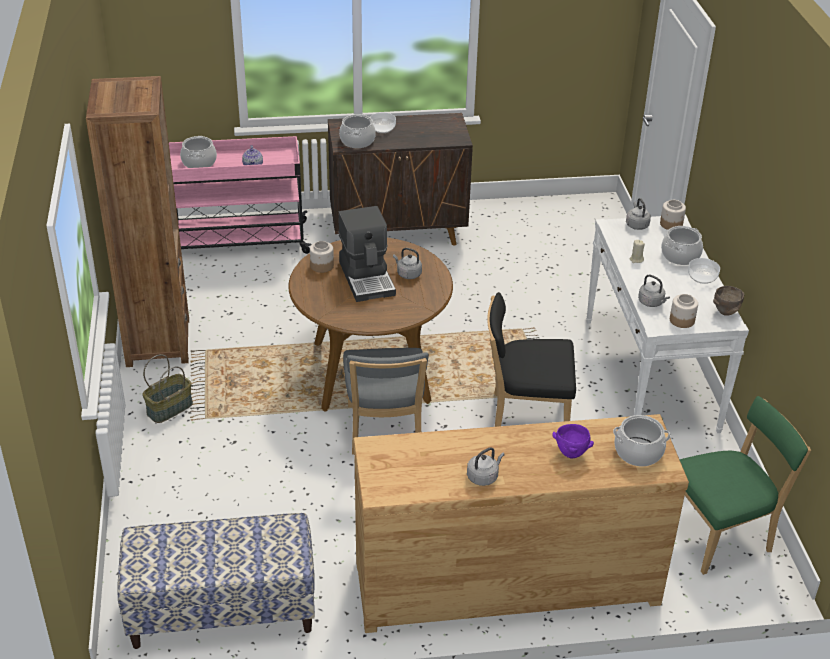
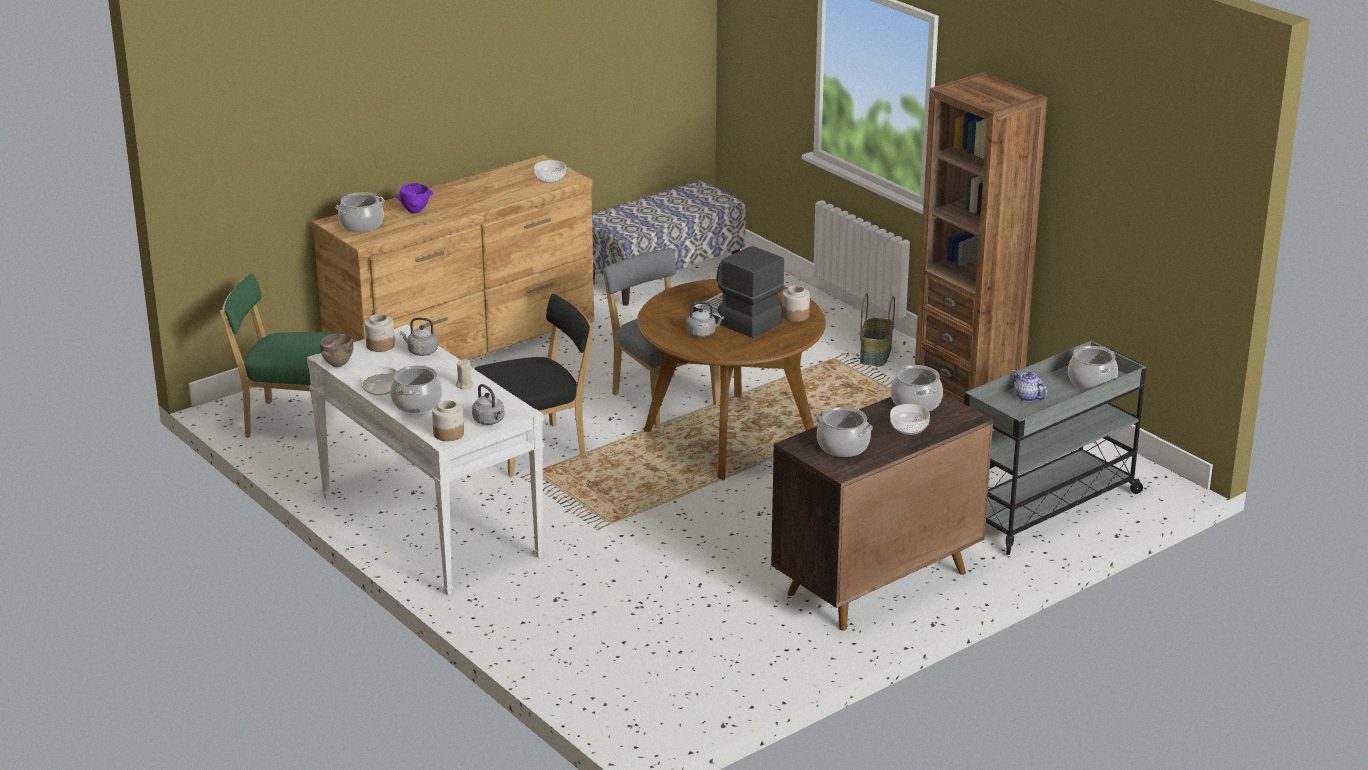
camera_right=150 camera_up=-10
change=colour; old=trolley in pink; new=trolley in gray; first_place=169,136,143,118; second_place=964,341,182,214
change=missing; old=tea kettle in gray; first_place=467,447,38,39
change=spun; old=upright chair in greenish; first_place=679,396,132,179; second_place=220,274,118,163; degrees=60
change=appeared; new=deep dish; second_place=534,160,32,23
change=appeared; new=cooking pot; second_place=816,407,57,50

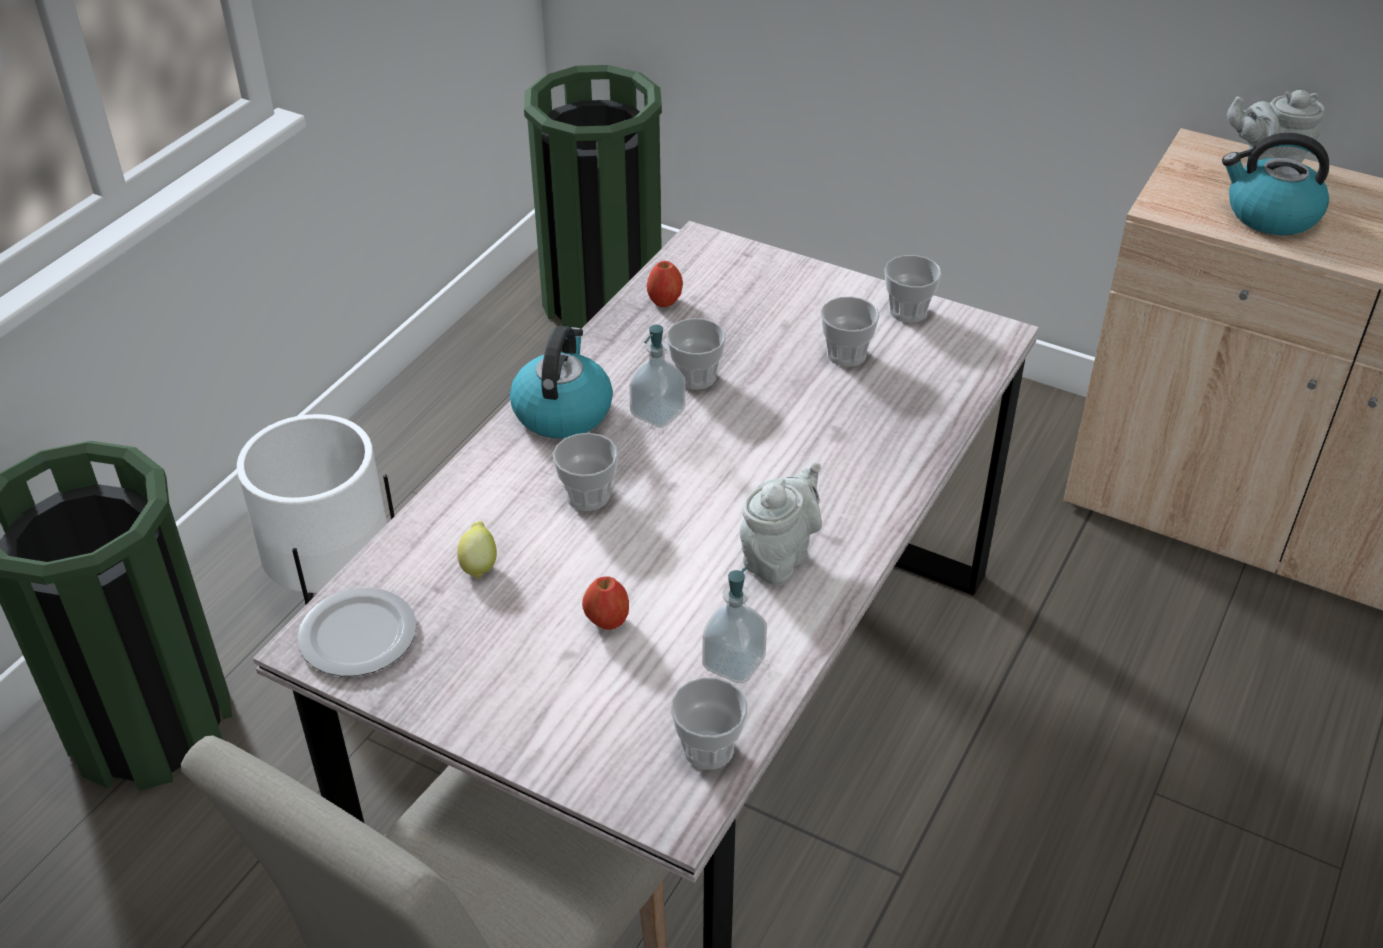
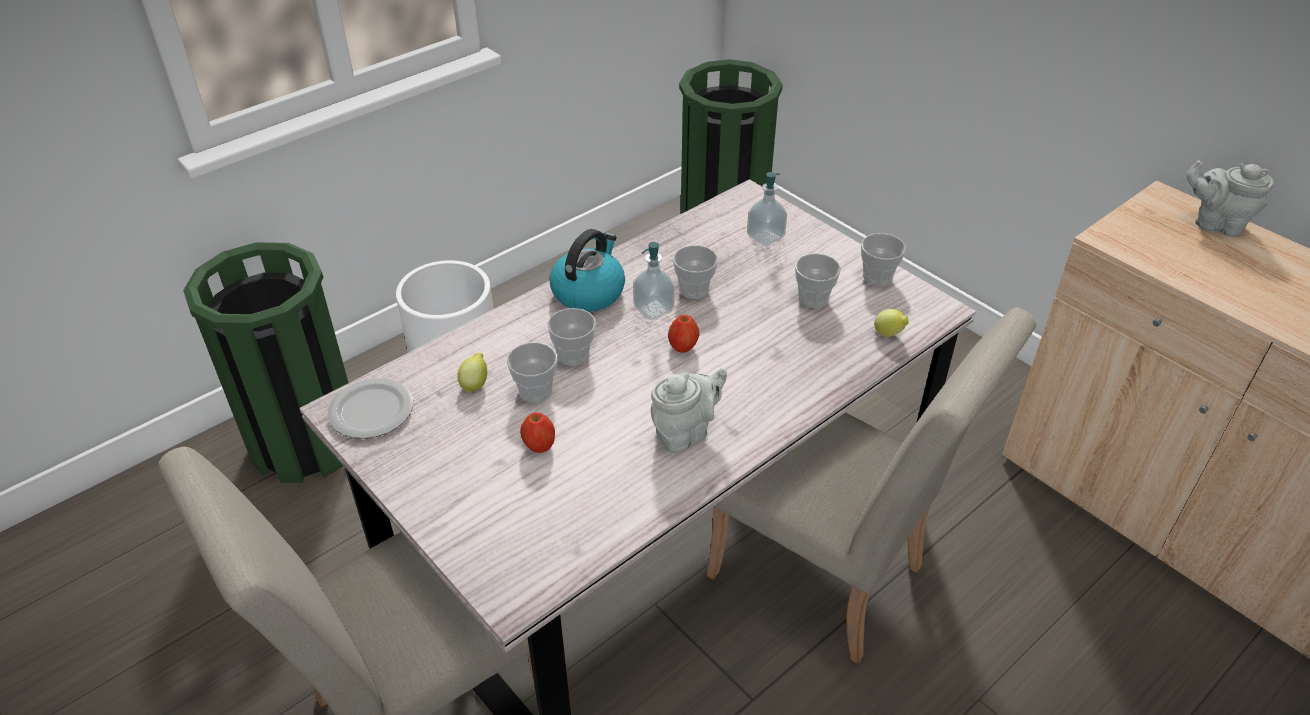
camera_right=20 camera_up=0
change=relocated; old=whole apple; first_place=647,261,36,46; second_place=668,315,31,38
change=relocated; old=small cup; first_place=671,677,76,93; second_place=507,342,50,60
change=relocated; old=soap bottle; first_place=702,567,65,117; second_place=747,172,40,74
change=missing; old=tea kettle; first_place=1222,133,107,102
change=appeared; new=upright chair in sand-coloured; second_place=707,307,329,357
change=appeared; new=citrus fruit; second_place=874,309,35,28

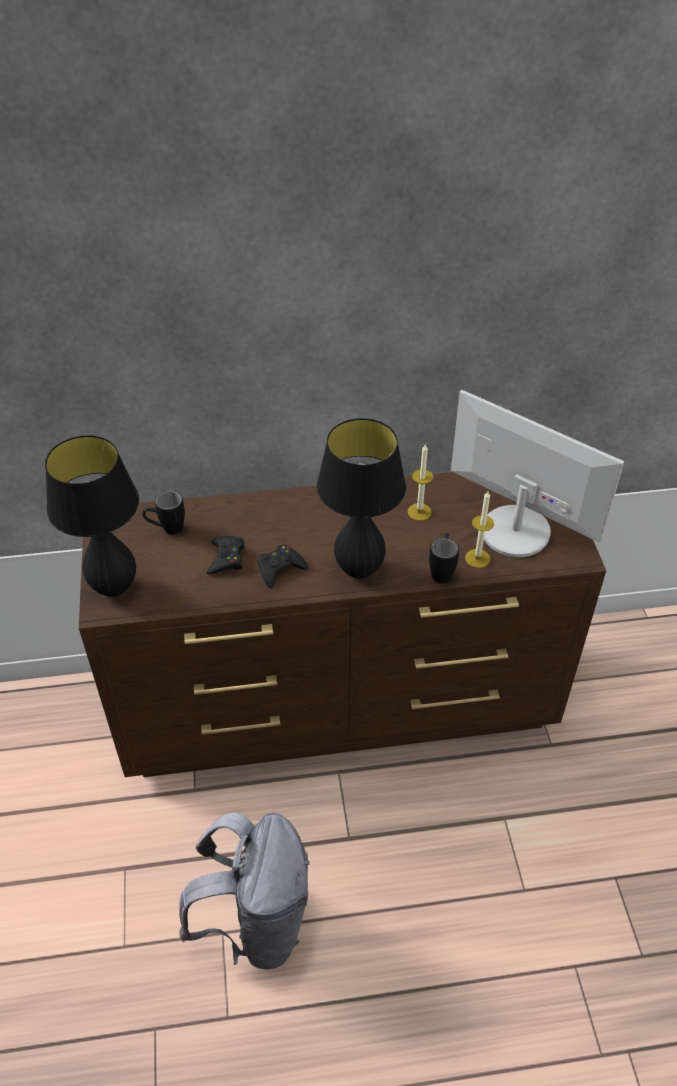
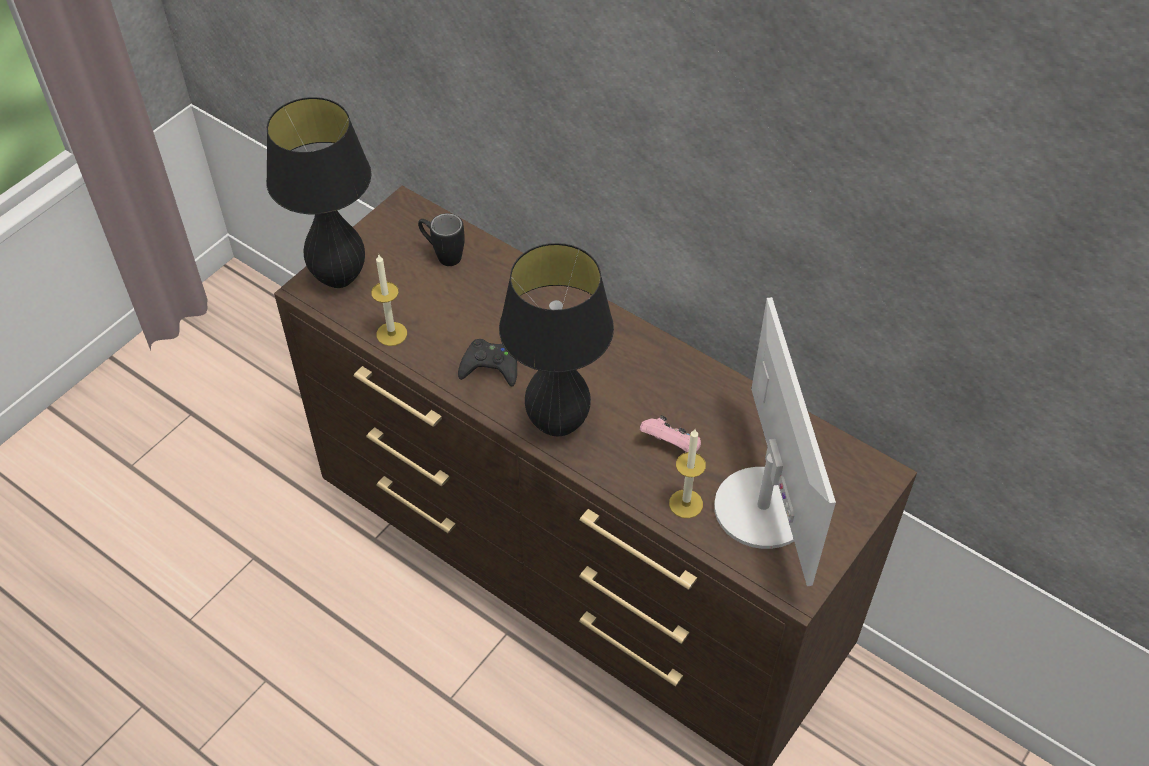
camera_right=45 camera_up=5
change=missing; old=rucksack in gray; first_place=179,812,131,158
change=missing; old=joypad in blackish; first_place=206,536,39,38
change=relocated; old=wax candle; first_place=408,444,25,77; second_place=371,255,36,91
change=missing; old=mug in blackish; first_place=429,533,30,50
change=appeared; new=joypad in pink; second_place=640,415,61,37

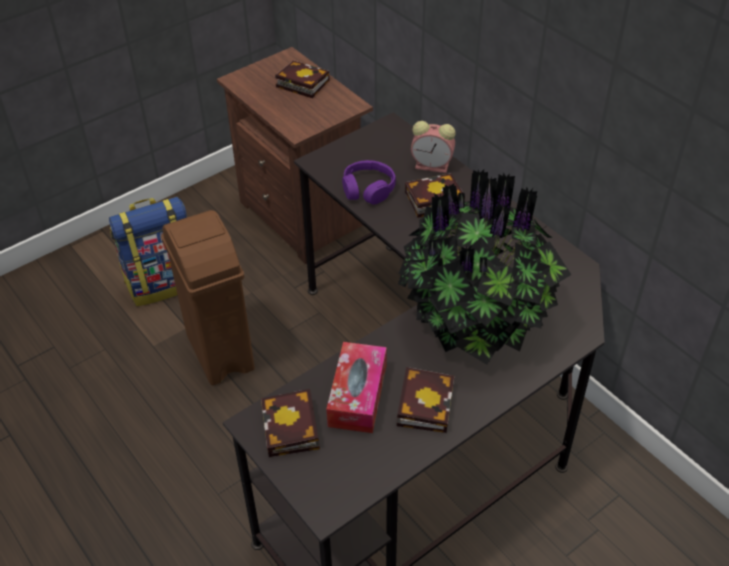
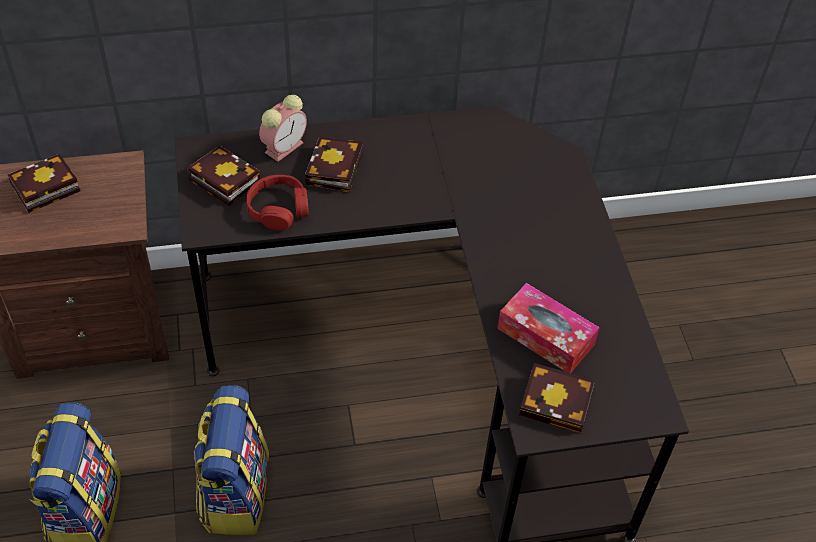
camera_right=-65 camera_up=5
change=exchanged; old=trash can in brown-coloured; new=rucksack; first_place=161,210,94,175; second_place=194,385,75,150
change=colour; old=pair of headphones in purplish; new=pair of headphones in red-coloured; first_place=342,160,54,44; second_place=247,175,62,56
change=relocated; old=bound book; first_place=397,367,57,66; second_place=187,146,73,60
change=missing; old=houseplant; first_place=398,170,173,195

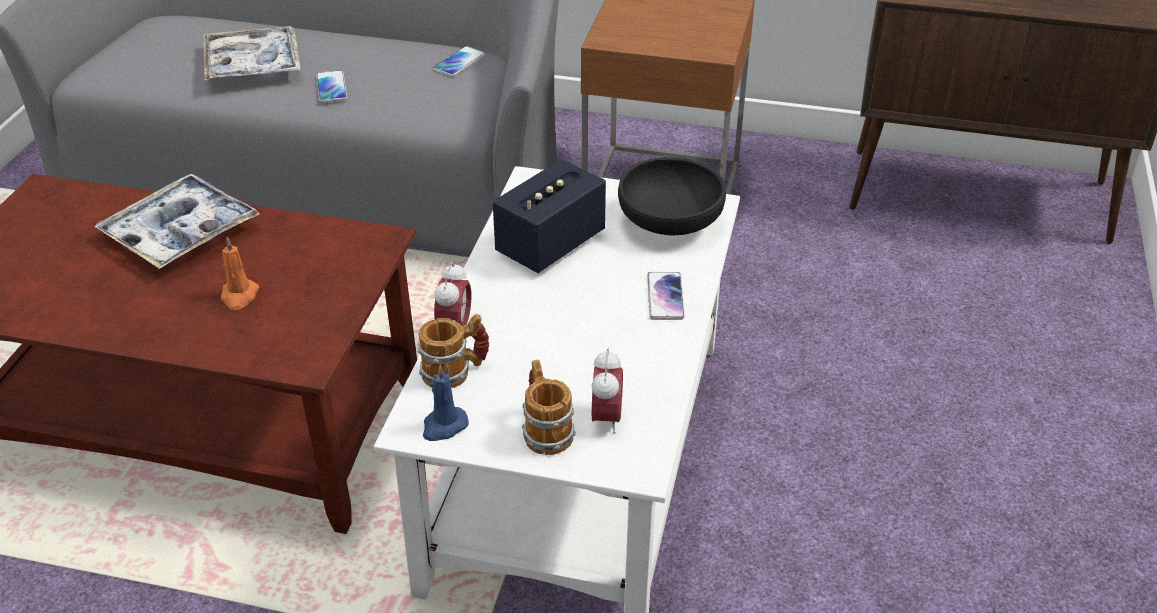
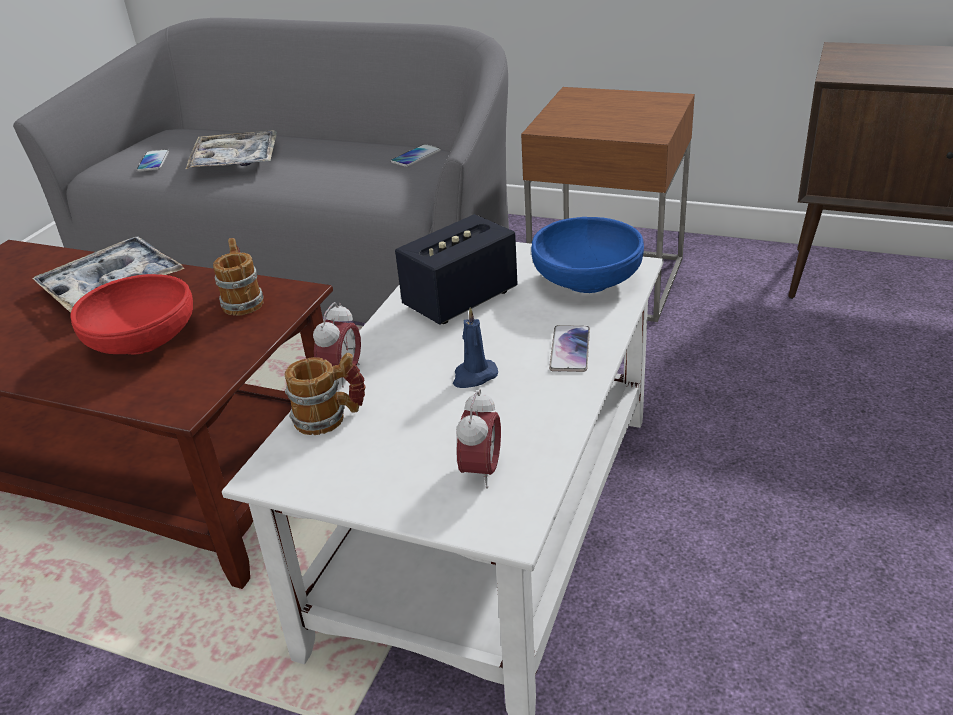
camera_right=10 camera_up=-5
change=exchanged; old=wax candle in orange; new=deep dish in red-coloured; first_place=221,237,38,73; second_place=70,274,123,81
change=relocated; old=phone; first_place=316,70,31,32; second_place=137,149,32,23
change=relocated; old=wax candle in blue-coloured; first_place=423,365,46,76; second_place=453,307,45,81
change=relocated; old=mug; first_place=522,360,54,95; second_place=213,238,51,78
change=colour; old=deep dish in blackish; new=deep dish in blue-coloured; first_place=618,157,108,79; second_place=531,217,113,76

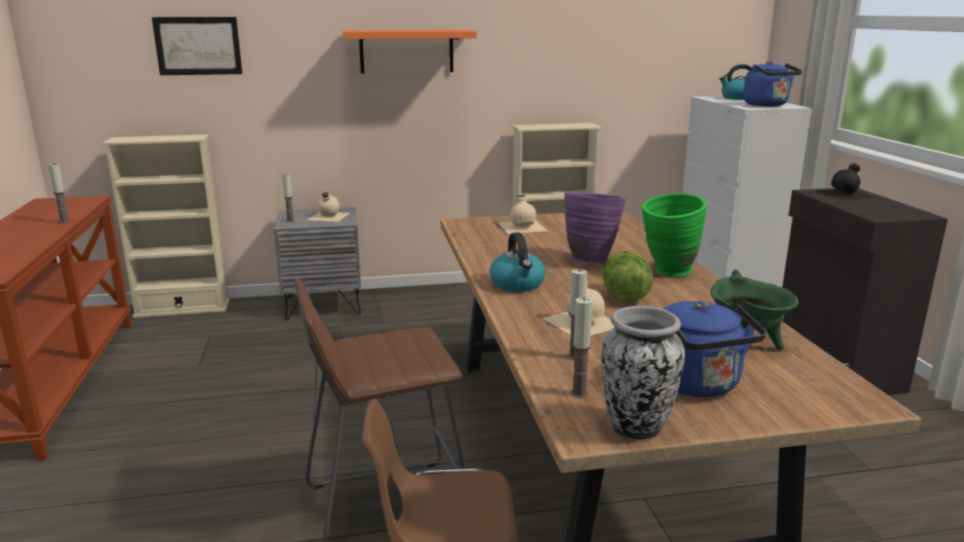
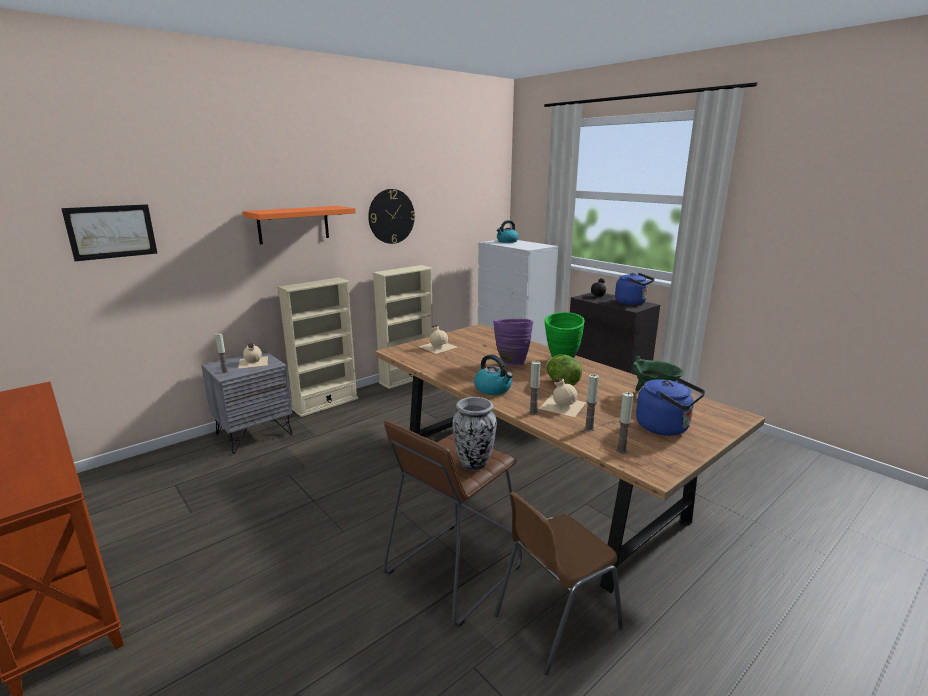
camera_right=-30 camera_up=0
change=relocated; old=wax candle; first_place=48,163,23,60; second_place=529,361,11,54
change=relocated; old=bookshelf in sand-coloured; first_place=102,134,127,184; second_place=277,278,82,139
change=relocated; old=decorative vase; first_place=601,306,84,134; second_place=452,397,45,74
change=relocated; old=tea kettle in blue-coloured; first_place=743,61,59,45; second_place=615,273,40,32
change=appeared; new=wall clock; second_place=368,189,47,55

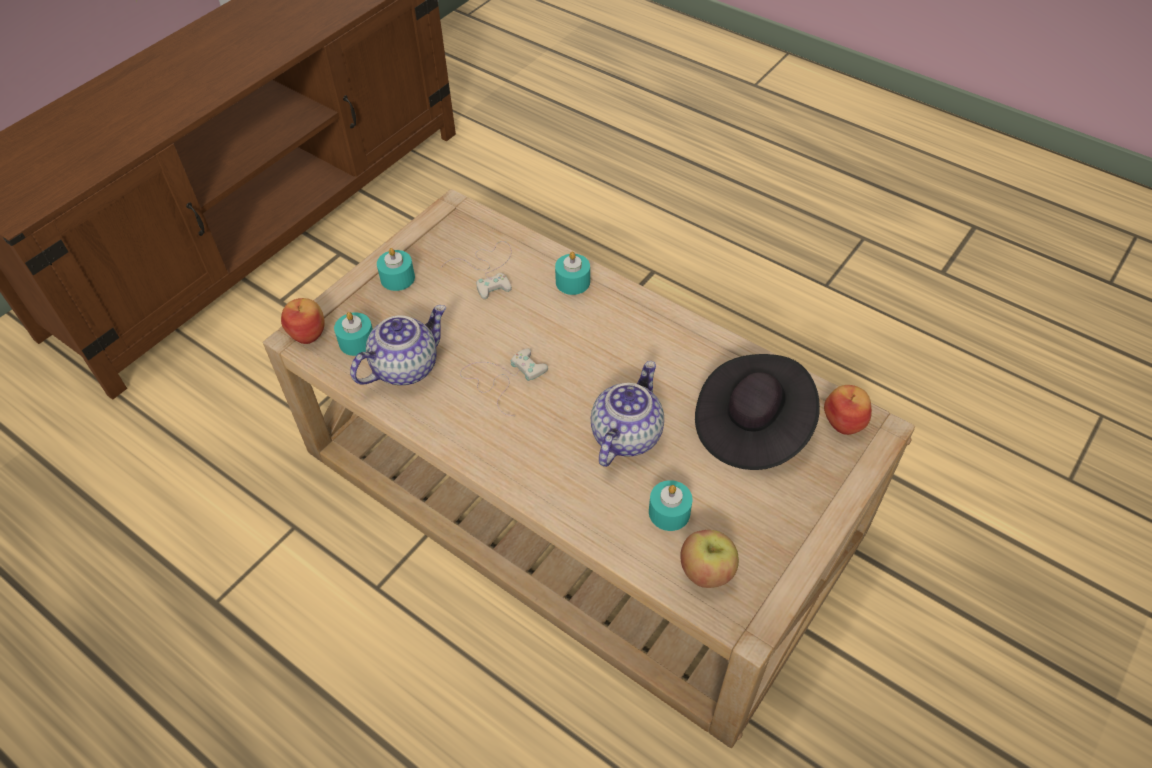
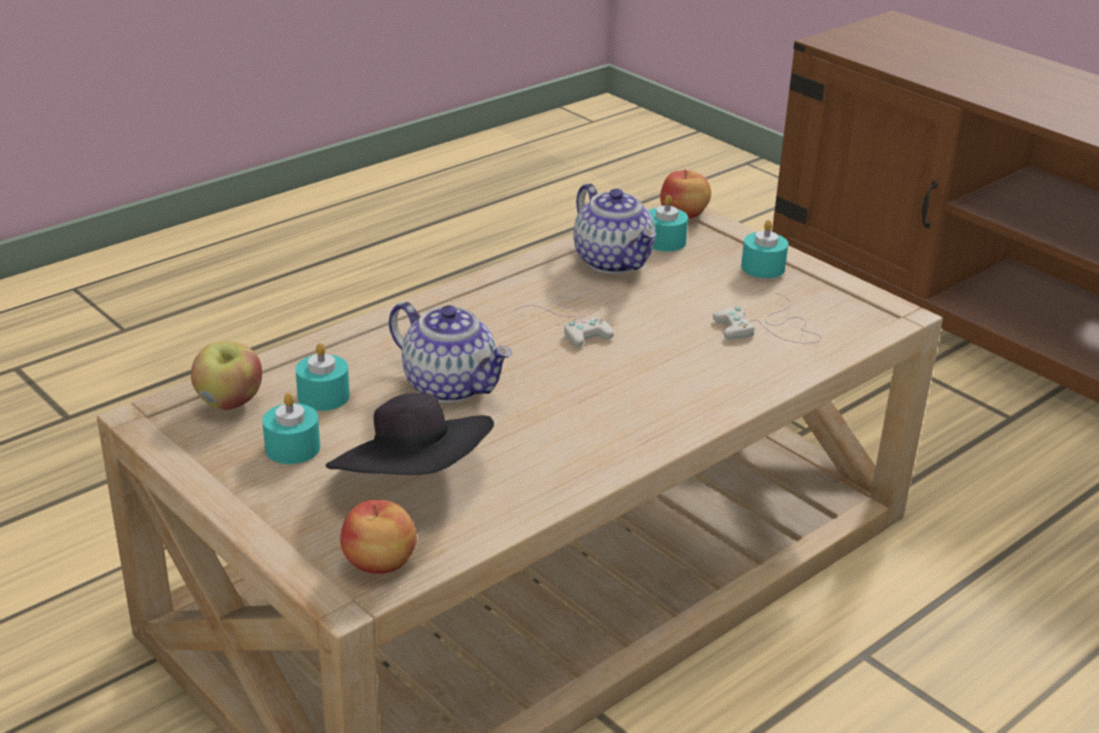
camera_right=100 camera_up=-20
change=relocated; old=wax candle in turquoise; first_place=555,252,35,43; second_place=262,393,58,71

